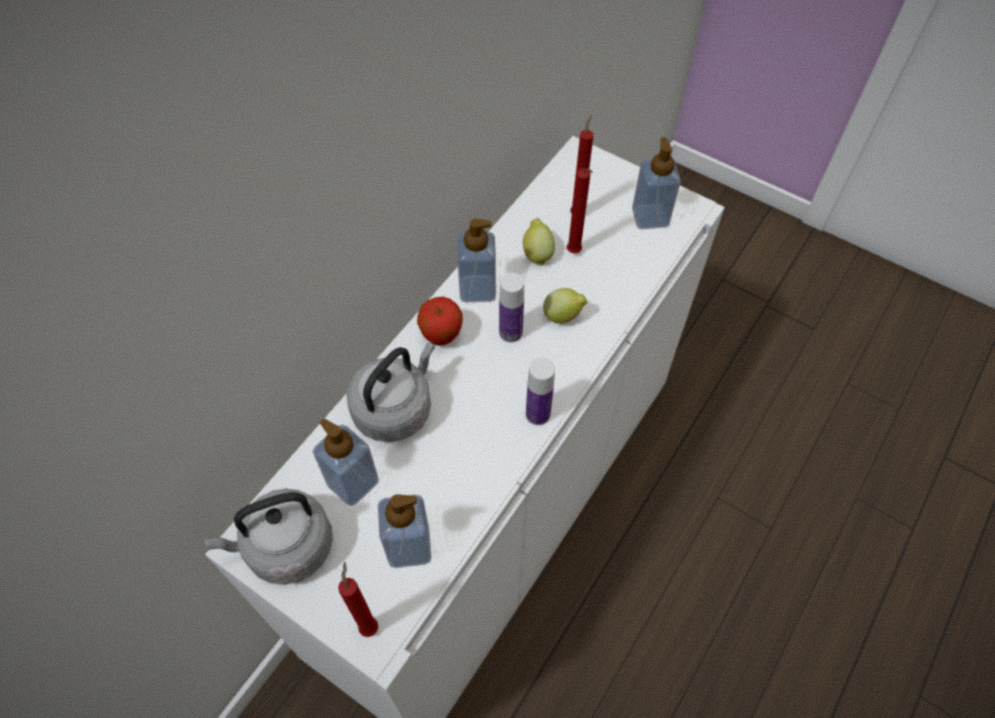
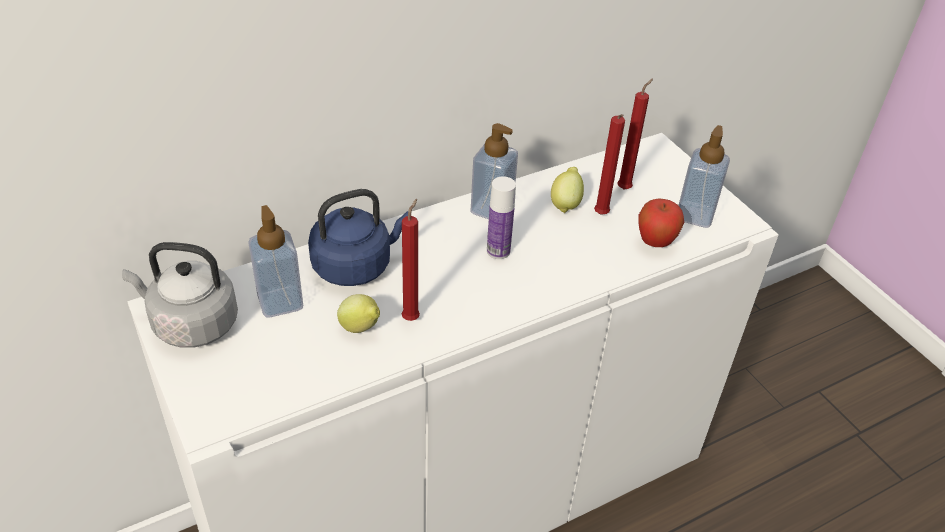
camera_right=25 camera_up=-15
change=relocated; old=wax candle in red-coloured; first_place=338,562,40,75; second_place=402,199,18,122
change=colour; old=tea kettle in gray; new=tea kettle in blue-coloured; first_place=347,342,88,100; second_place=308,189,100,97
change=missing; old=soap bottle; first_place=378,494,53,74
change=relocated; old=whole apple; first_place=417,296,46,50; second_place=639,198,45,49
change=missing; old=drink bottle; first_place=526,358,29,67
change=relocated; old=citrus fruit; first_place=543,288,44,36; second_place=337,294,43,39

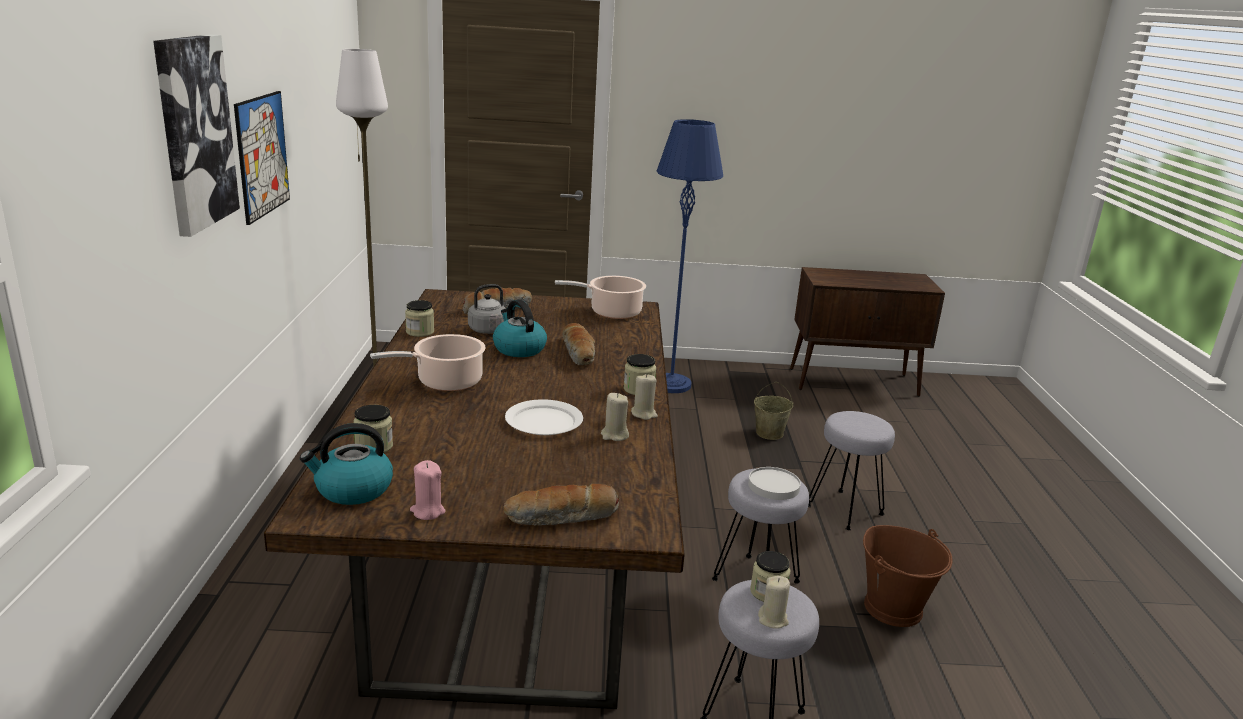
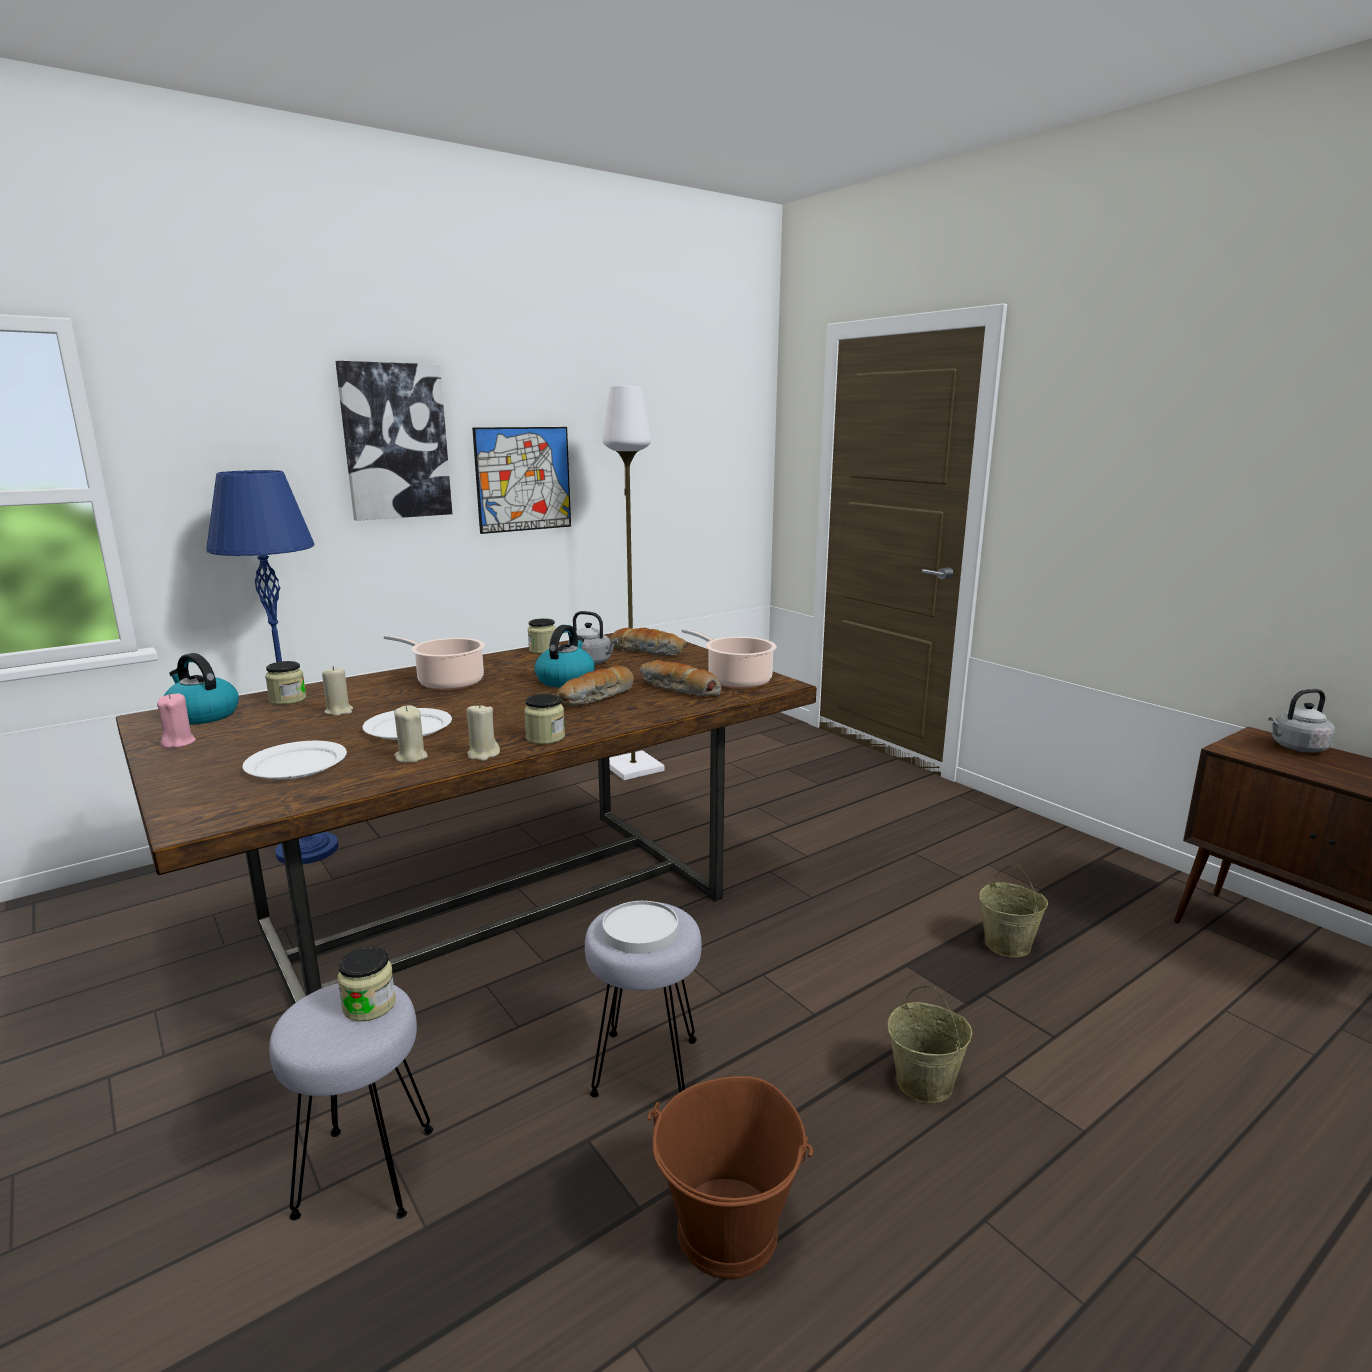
camera_right=55 camera_up=-5
change=relocated; old=baked bread; first_place=503,484,116,41; second_place=639,660,82,37
change=relocated; old=floor lamp in blue-coloured; first_place=657,119,66,274; second_place=206,470,132,394
change=relocated; old=wax candle in sand-coloured; first_place=758,576,32,53; second_place=322,666,31,50
change=exchanged; old=sitting stool in gray; new=water bucket in sand-coloured; first_place=808,411,87,119; second_place=887,986,85,117
change=appeared; new=flat dish in white; second_place=242,741,105,38
change=appeared; new=tea kettle in gray; second_place=1268,689,67,64

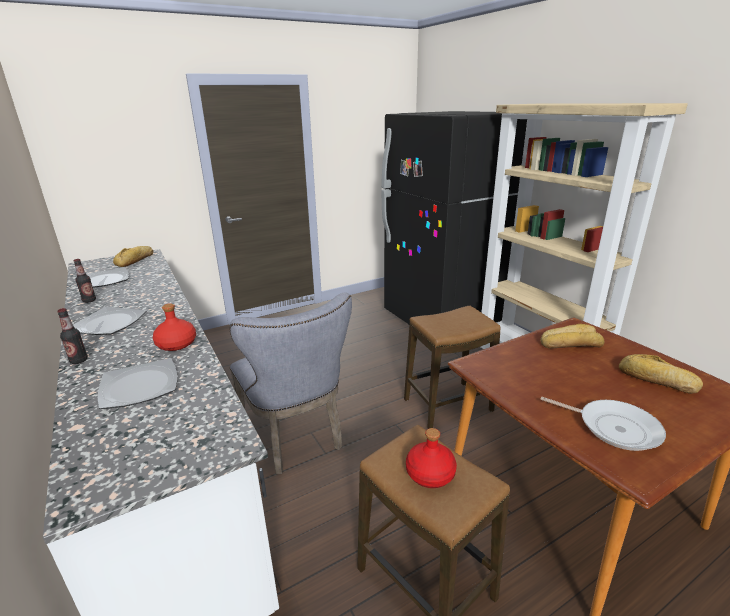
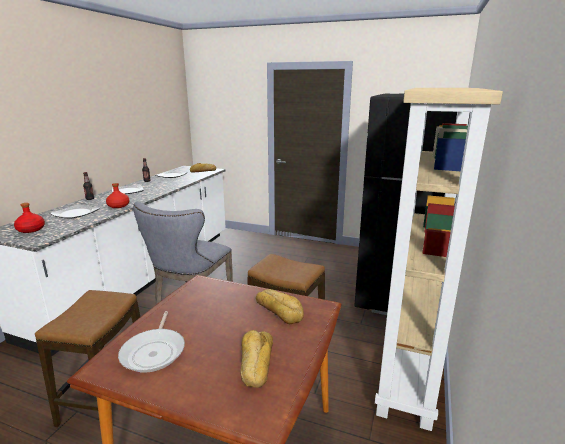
camera_right=50 camera_up=-5
change=relocated; old=drink bottle in red-coloured; first_place=406,428,51,60; second_place=14,203,31,30

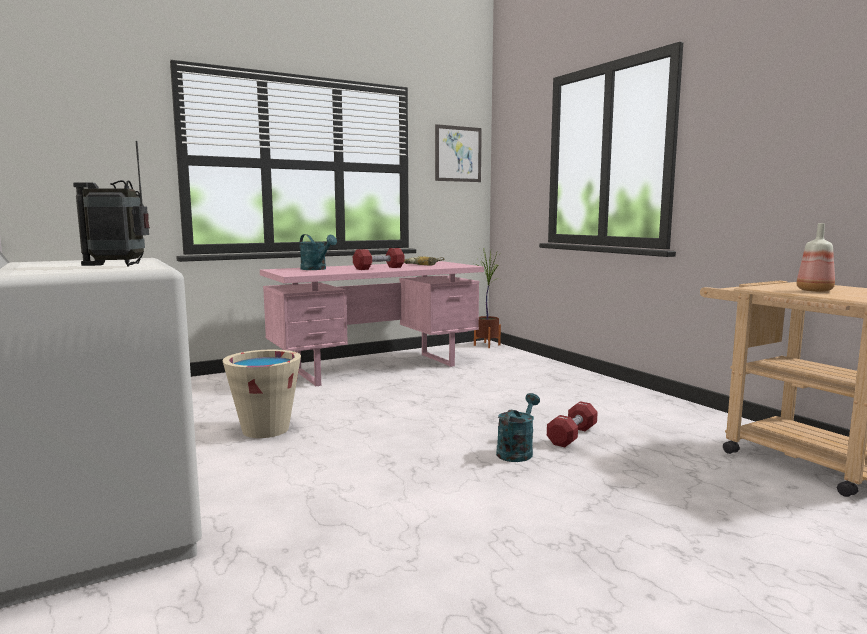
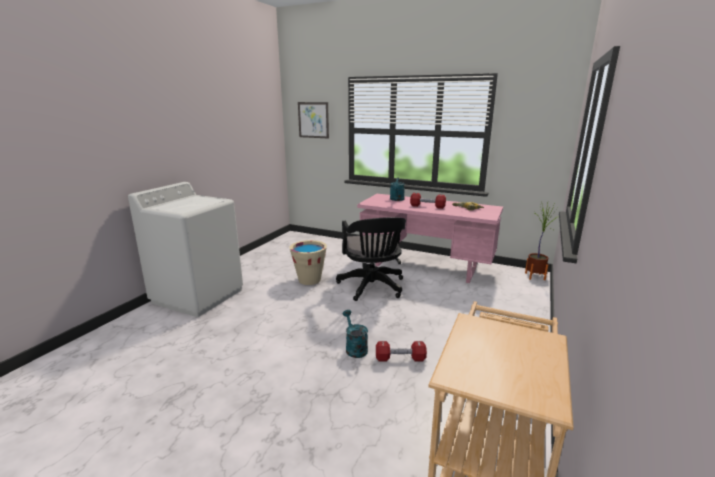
camera_right=55 camera_up=10
change=missing; old=radio receiver; first_place=73,141,77,126
change=relocated; old=picture; first_place=435,124,47,58; second_place=298,102,31,37
change=spun; old=sprinkling can in turquoise; first_place=496,393,44,69; second_place=342,310,26,48; degrees=-105
change=missing; old=drink bottle; first_place=796,223,39,69
change=appeared; new=computer chair in blackish; second_place=336,217,70,84

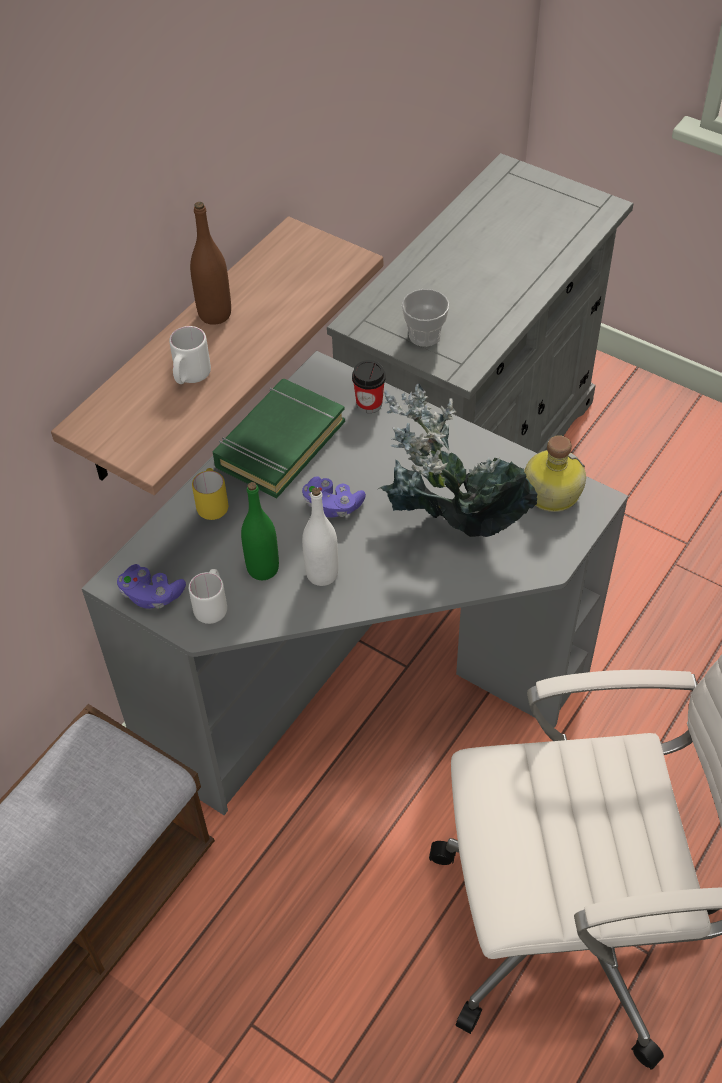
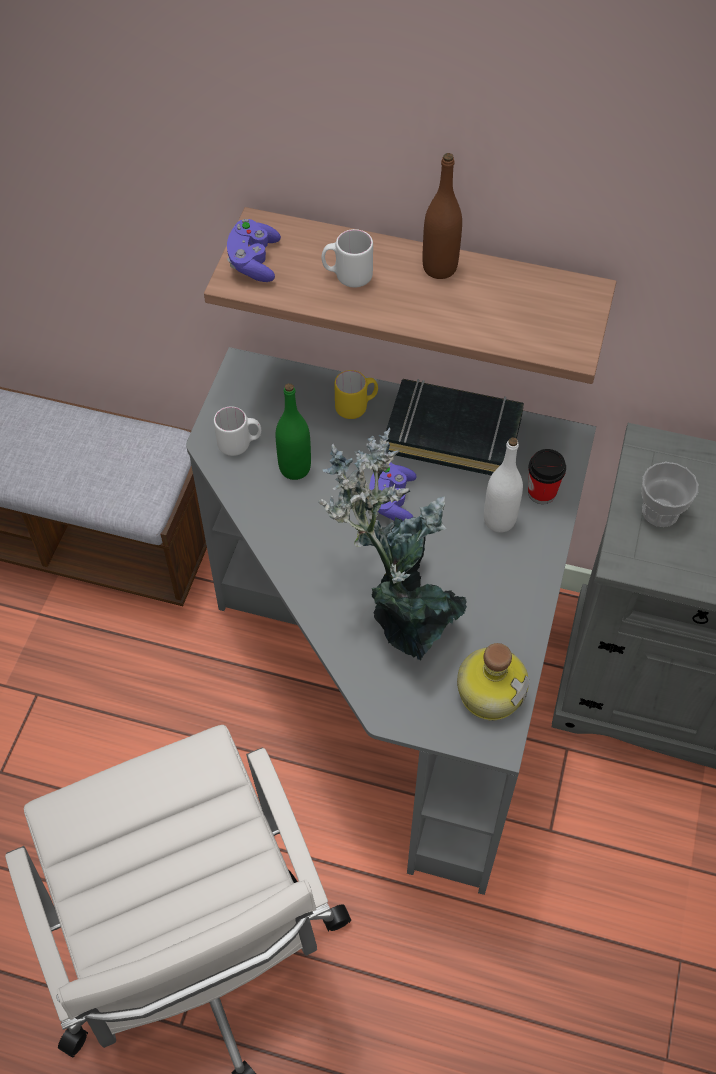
camera_right=70 camera_up=5
change=relocated; old=joypad in purplish; first_place=117,564,69,45; second_place=227,219,54,63
change=colour; old=bound book in greenish; new=bound book in blackish; first_place=213,379,132,119; second_place=386,379,138,96
change=relocated; old=drink bottle in white; first_place=302,487,36,99; second_place=484,437,39,96

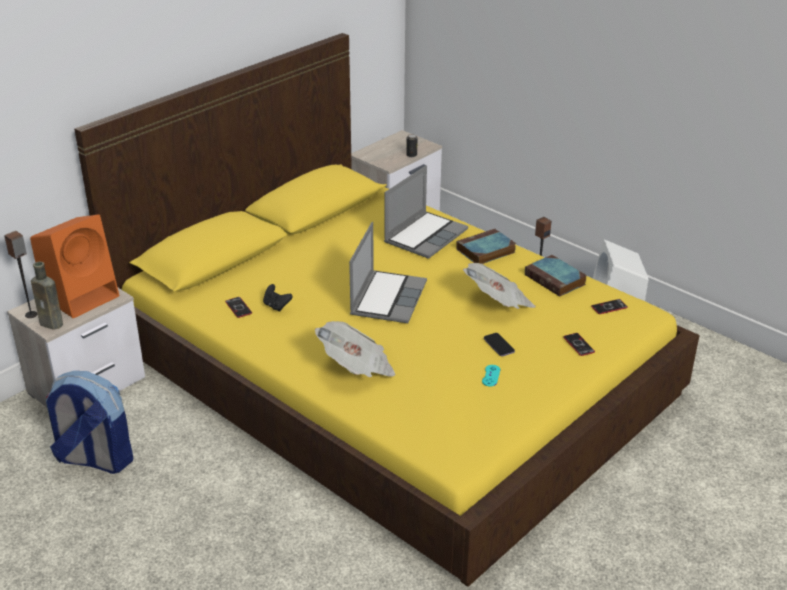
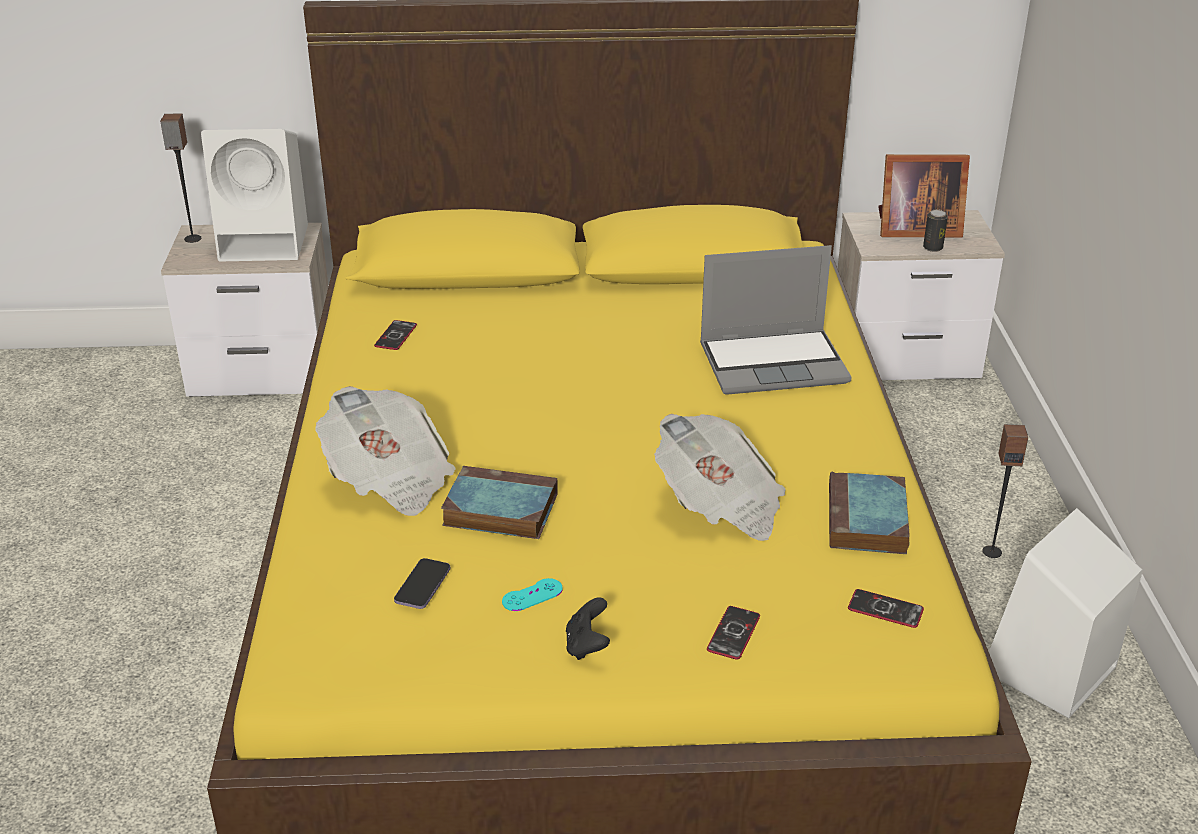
camera_right=45 camera_up=0
change=colour; old=audio speaker in orange; new=audio speaker in white; first_place=30,214,89,104; second_place=201,129,107,133
change=missing; old=drink bottle in brown-coloured; first_place=31,262,32,68
change=missing; old=rucksack; first_place=46,371,87,103
change=relocated; old=joypad in blackish; first_place=263,284,30,28; second_place=566,597,44,63
change=missing; old=portable computer; first_place=349,222,78,101
change=relocated; old=bound book; first_place=456,229,60,35; second_place=441,466,117,73
change=relocated; old=phone; first_place=484,333,31,23; second_place=394,558,56,51
change=appeared; new=standing frame; second_place=878,154,92,83

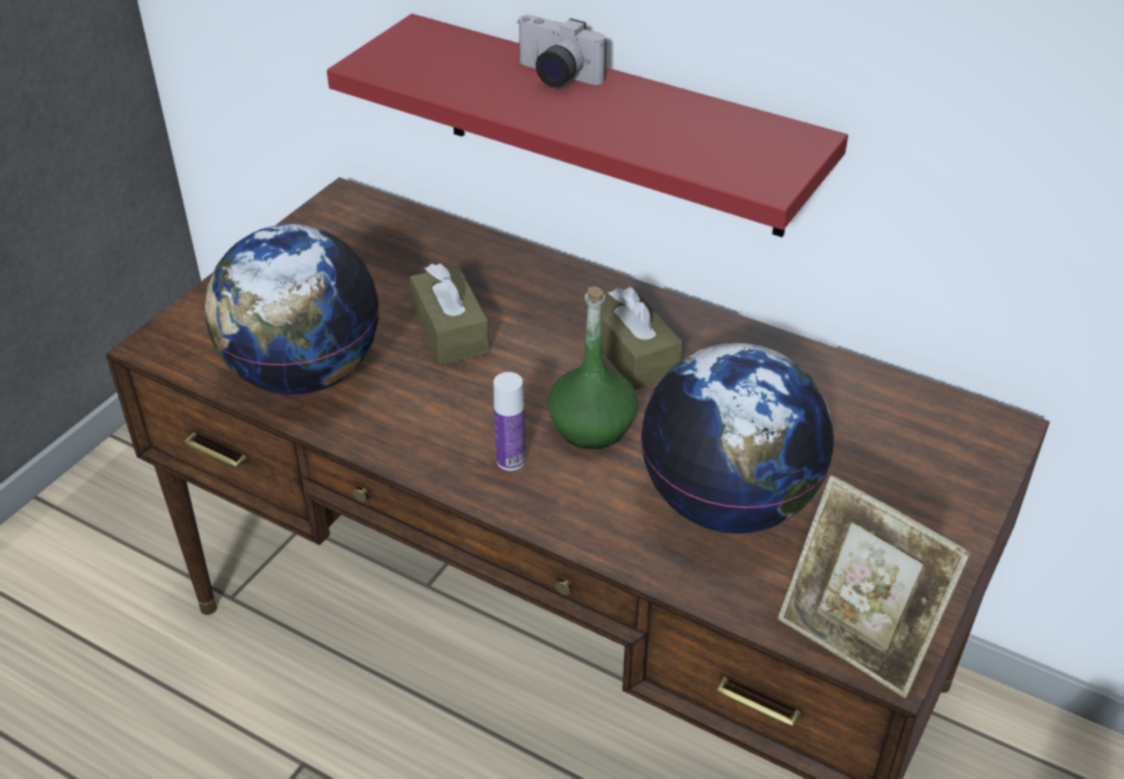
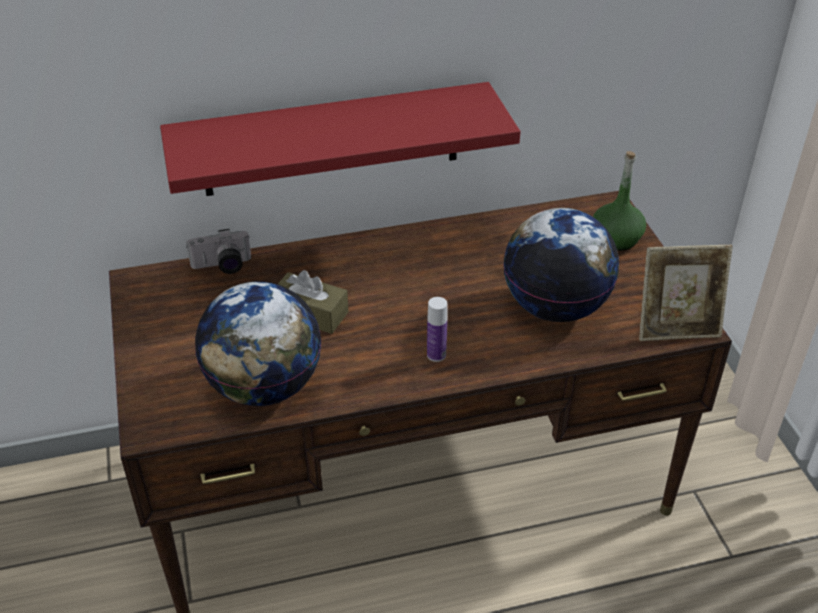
camera_right=-45 camera_up=0
change=relocated; old=photo camera; first_place=517,15,89,72; second_place=186,229,65,45
change=relocated; old=drink bottle in greenish; first_place=547,286,91,163; second_place=593,151,53,100
change=missing; old=tissue box in brown-coloured; first_place=601,287,82,103

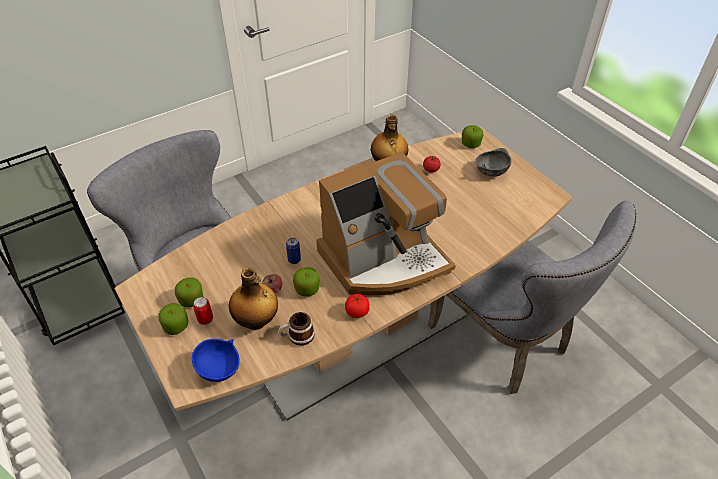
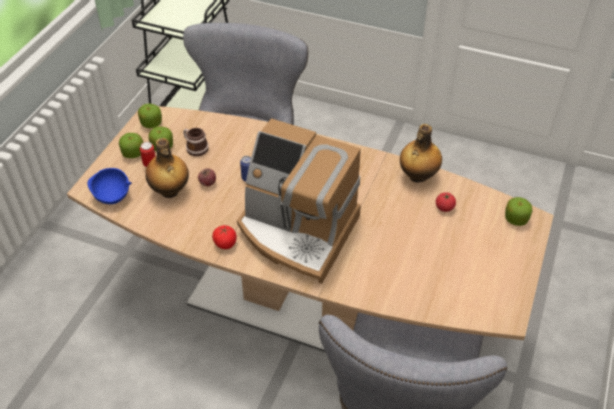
camera_right=55 camera_up=0
change=relocated; old=mug; first_place=279,312,36,34; second_place=183,128,26,28
change=relocated; old=whole apple; first_place=293,267,27,29; second_place=138,103,24,25
change=missing; old=deep dish in gray; first_place=475,148,36,29

